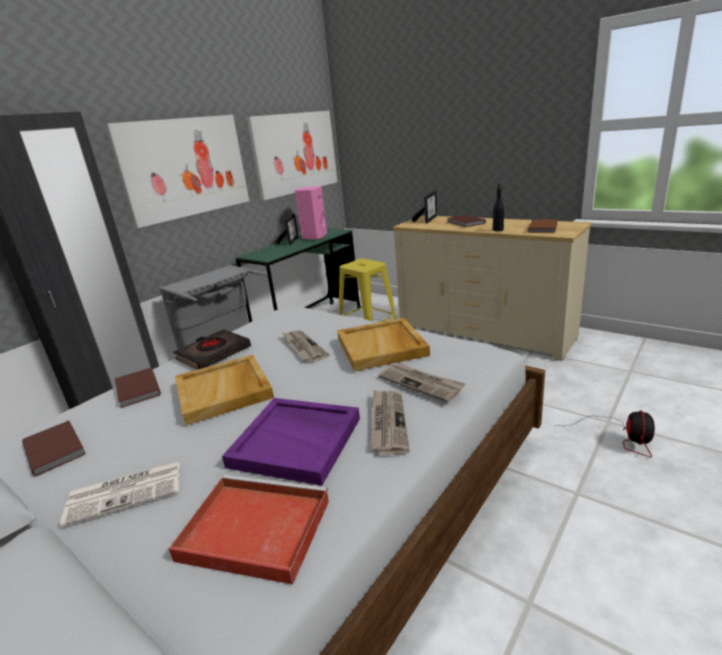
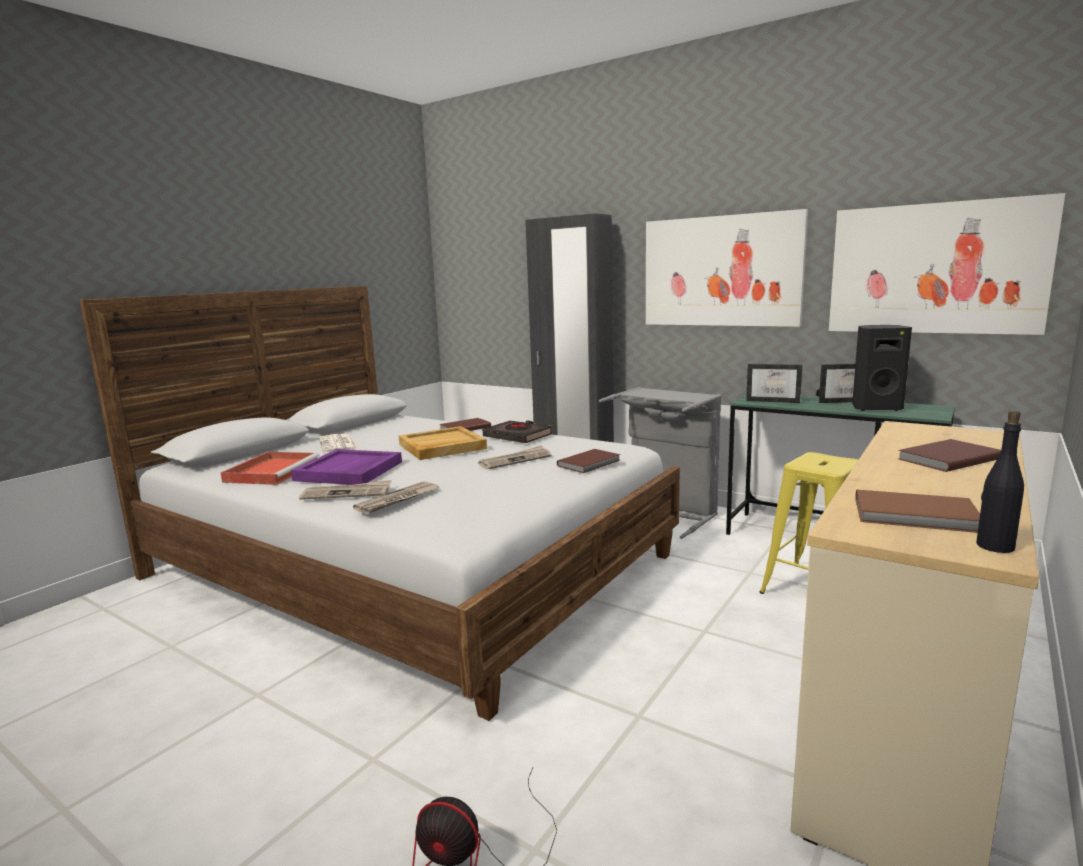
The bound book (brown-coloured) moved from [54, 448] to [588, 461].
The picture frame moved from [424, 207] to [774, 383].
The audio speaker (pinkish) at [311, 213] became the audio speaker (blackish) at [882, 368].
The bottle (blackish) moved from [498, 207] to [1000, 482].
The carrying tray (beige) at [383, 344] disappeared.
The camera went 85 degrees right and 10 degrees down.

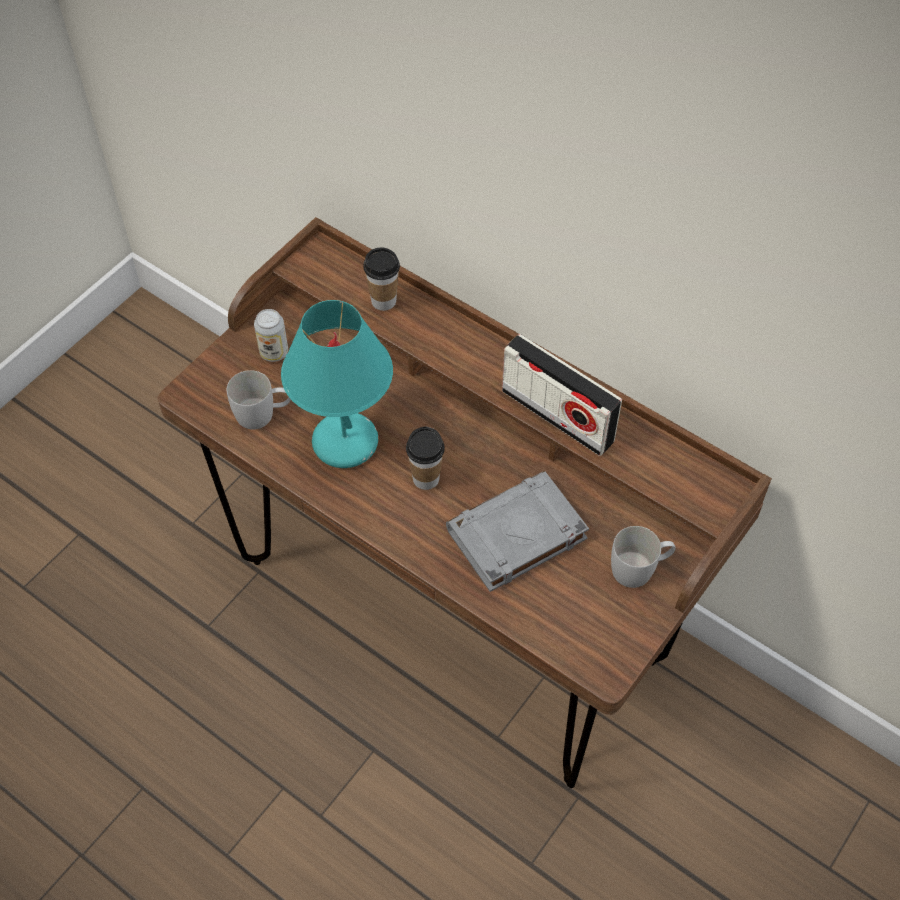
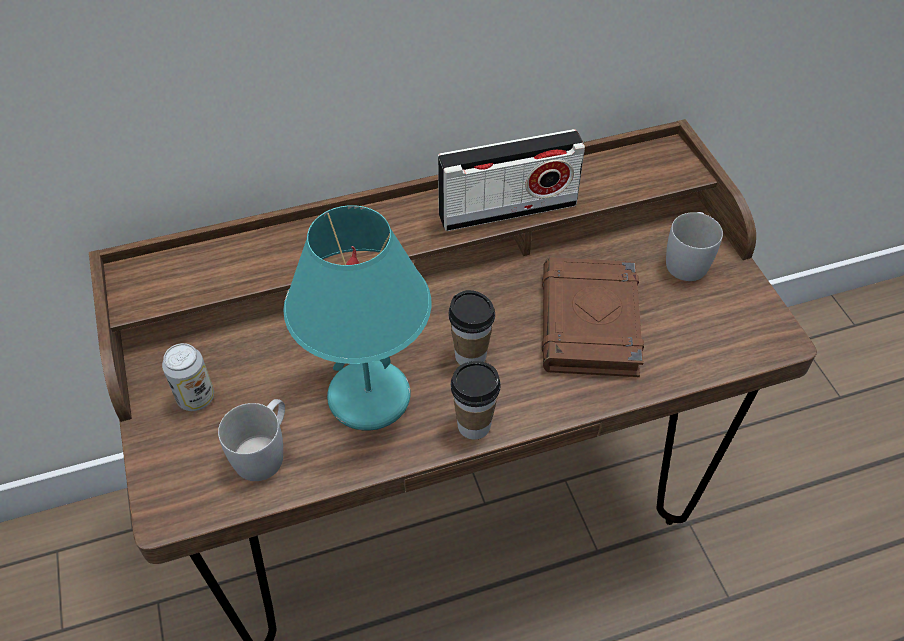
The cup moved from [381, 279] to [476, 400].
The bound book (gray) at [517, 531] became the bound book (brown-coloured) at [593, 317].
The camera went 55 degrees left and 5 degrees down.

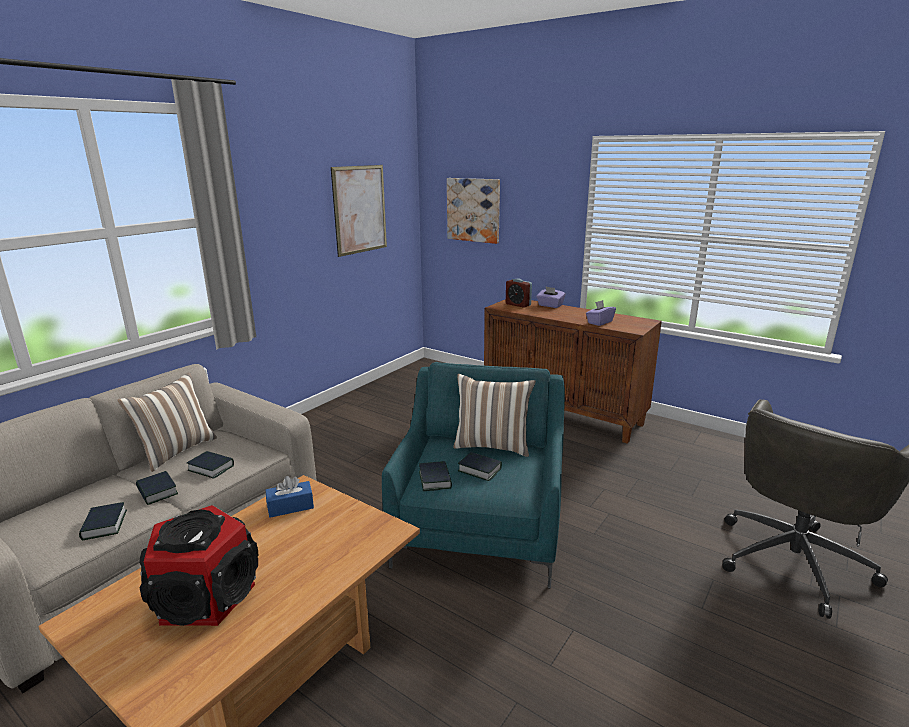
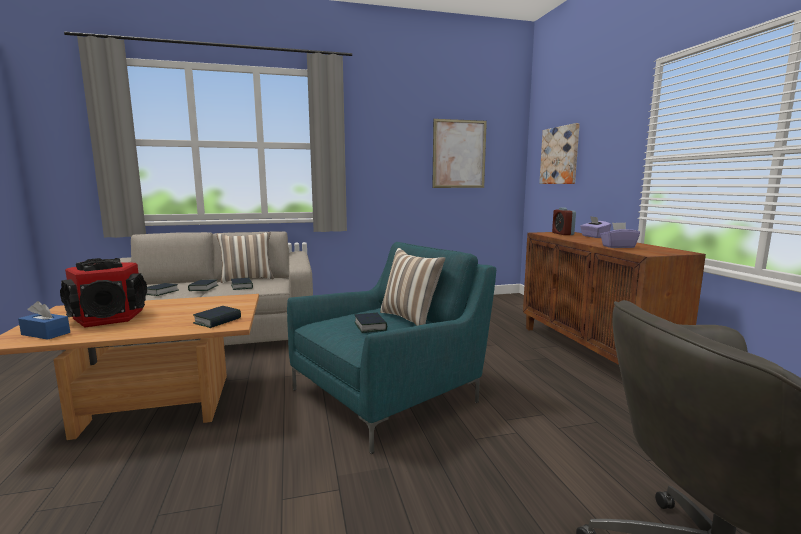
The tissue box (bluish) moved from [290, 497] to [44, 320].
The bound book moved from [435, 476] to [217, 317].
The camera went 40 degrees right and 10 degrees down.

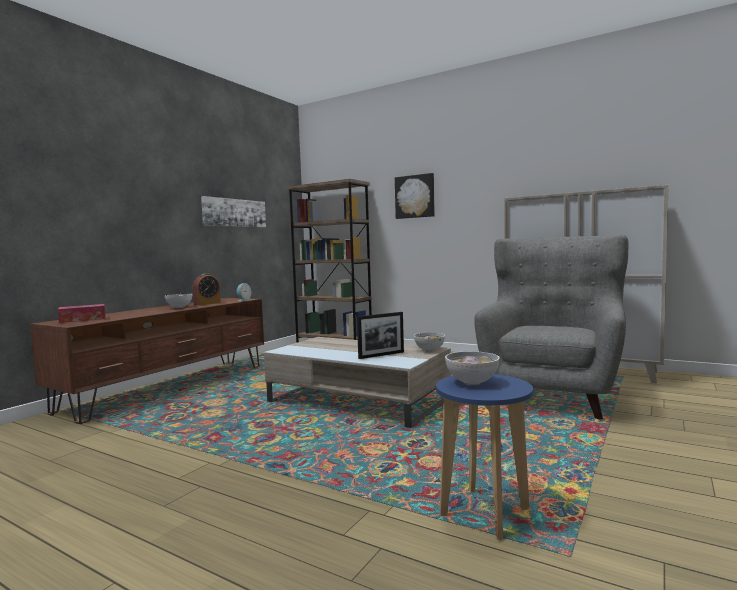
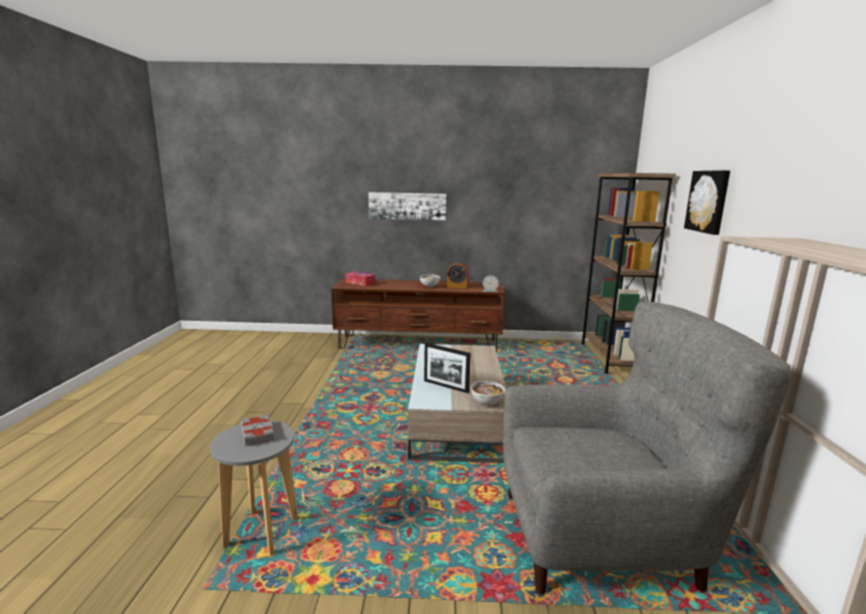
The sitting stool (bluish) at [484, 457] became the sitting stool (gray) at [254, 488].
The deep dish at [472, 368] was replaced by the bound book (gray) at [257, 430].
The wall art moved from [233, 211] to [407, 206].
The camera went 60 degrees right and 10 degrees up.

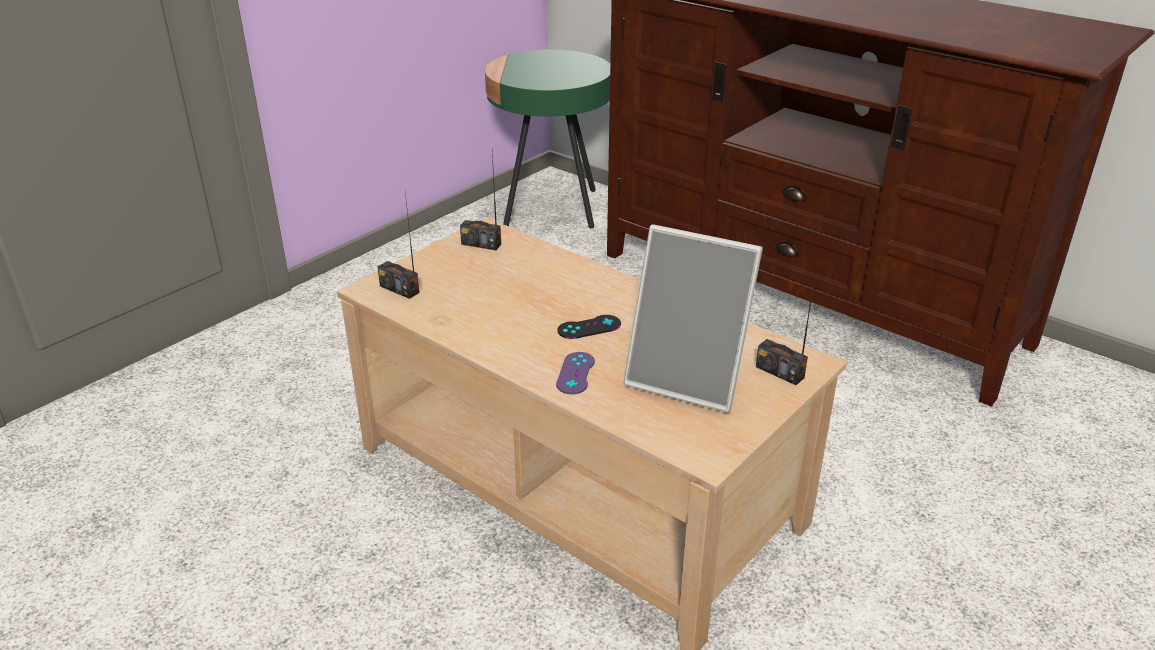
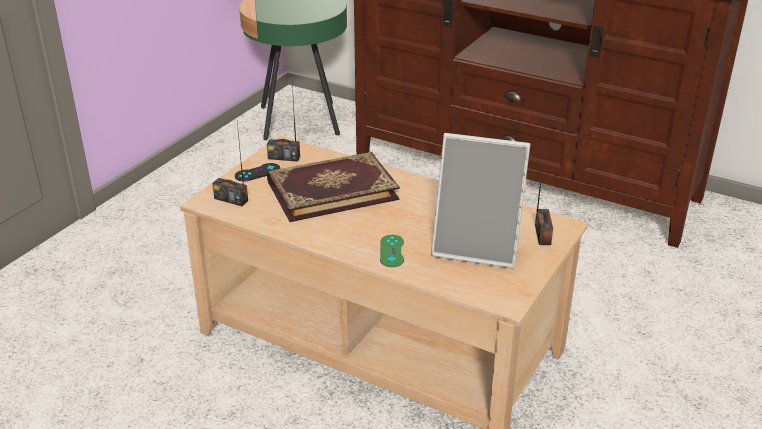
The gamepad (blackish) moved from [589, 327] to [257, 172].
The bound book at [333, 187] appeared.
The gamepad (purplish) at [575, 373] became the gamepad (greenish) at [392, 251].
The radio receiver at [786, 326] turned 120 degrees counterclockwise.
The camera went 10 degrees left and 0 degrees up.

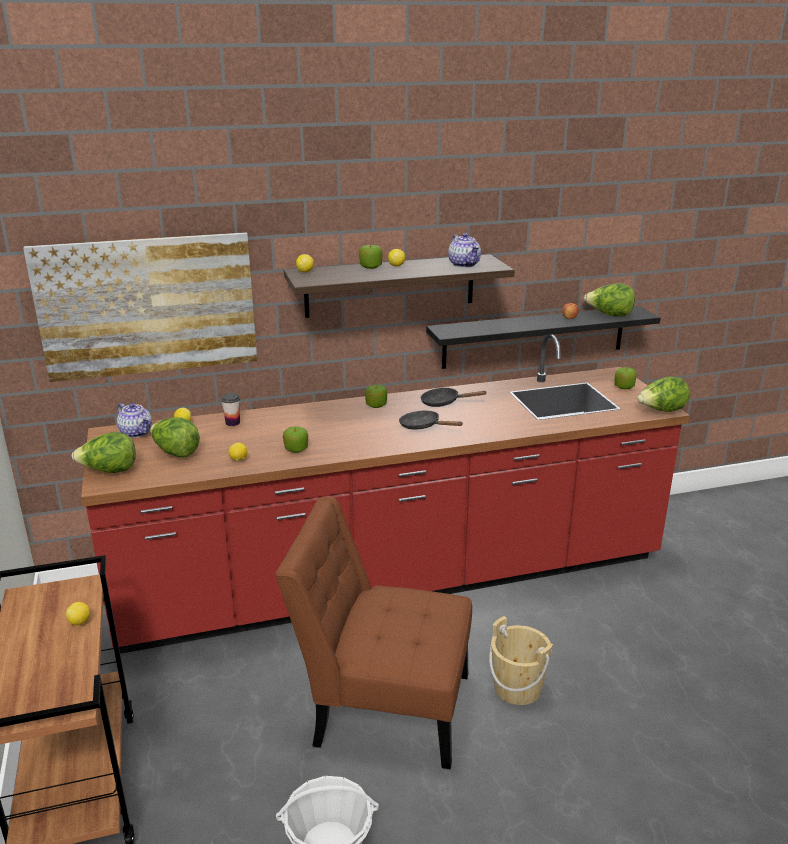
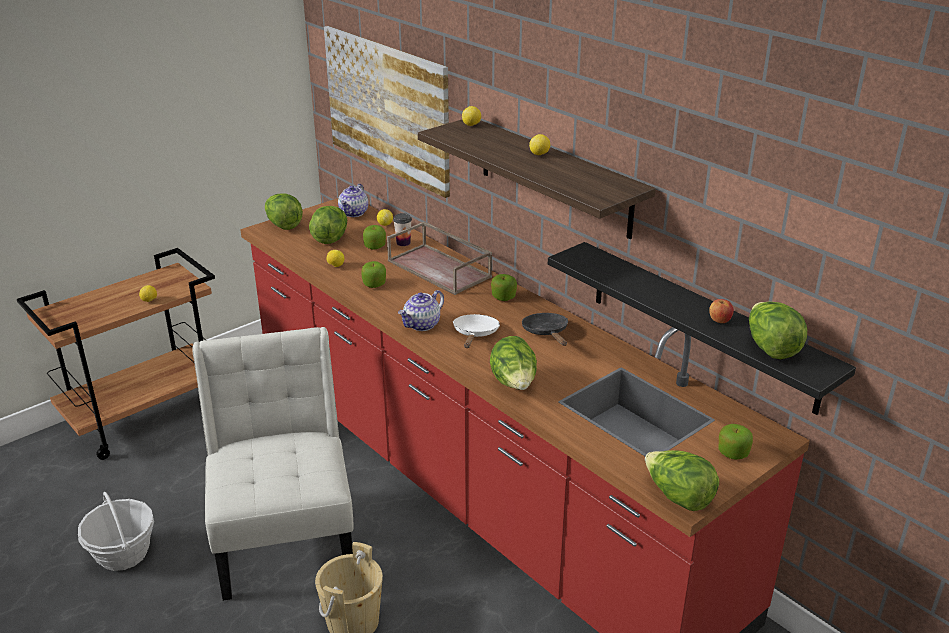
The upright chair (brown-coloured) at [373, 633] became the upright chair (white-coloured) at [273, 464].
The apple moved from [370, 256] to [374, 237].
The carrying tray (brown-coloured) at [439, 258] appeared.
The tea pot moved from [464, 250] to [421, 310].
The skillet (blackish) at [431, 420] became the skillet (white-coloured) at [476, 331].
The lettuce head at [513, 363] appeared.
The camera went 65 degrees right and 5 degrees up.

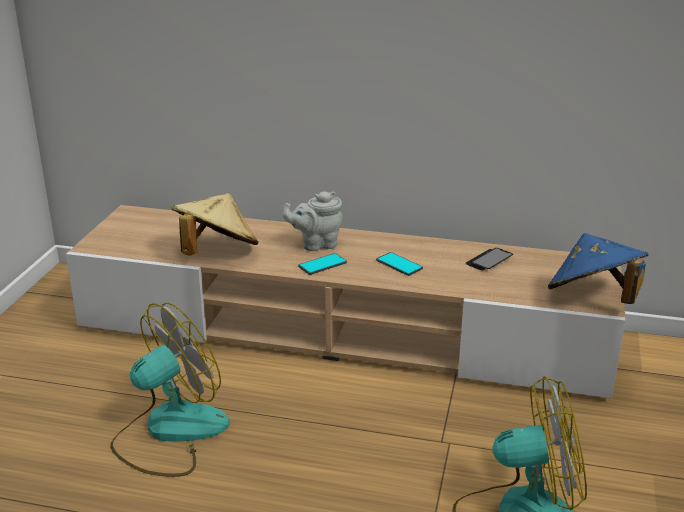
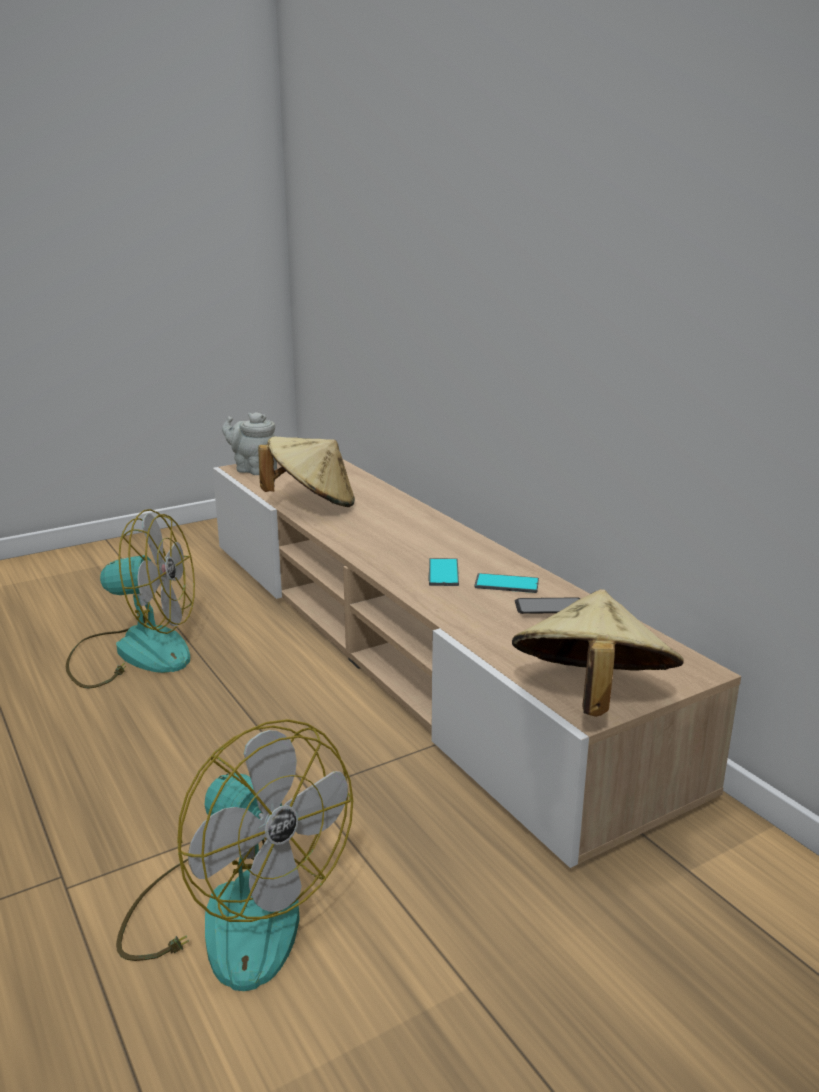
The tea pot (gray) moved from [313, 221] to [249, 443].
The handset moved from [322, 264] to [506, 583].
The wearable hat (bluish) at [598, 268] became the wearable hat (beige) at [598, 653].
The camera went 45 degrees right and 5 degrees down.

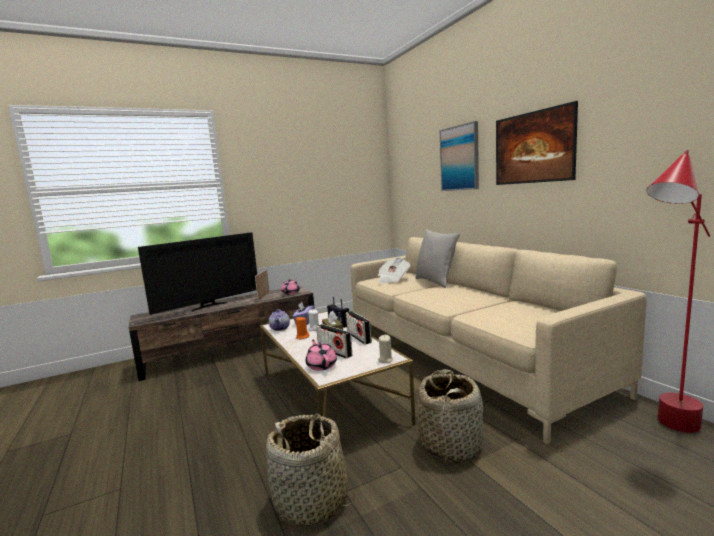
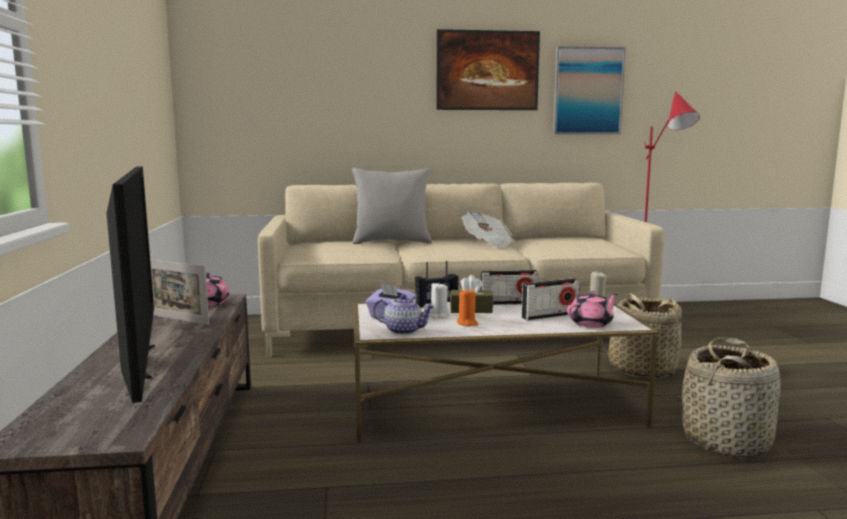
The daily paper moved from [393, 271] to [488, 229].
The wall art moved from [459, 156] to [589, 90].
The tea pot (pinkish) at [321, 355] turned 150 degrees clockwise.
The camera went 70 degrees left and 0 degrees up.

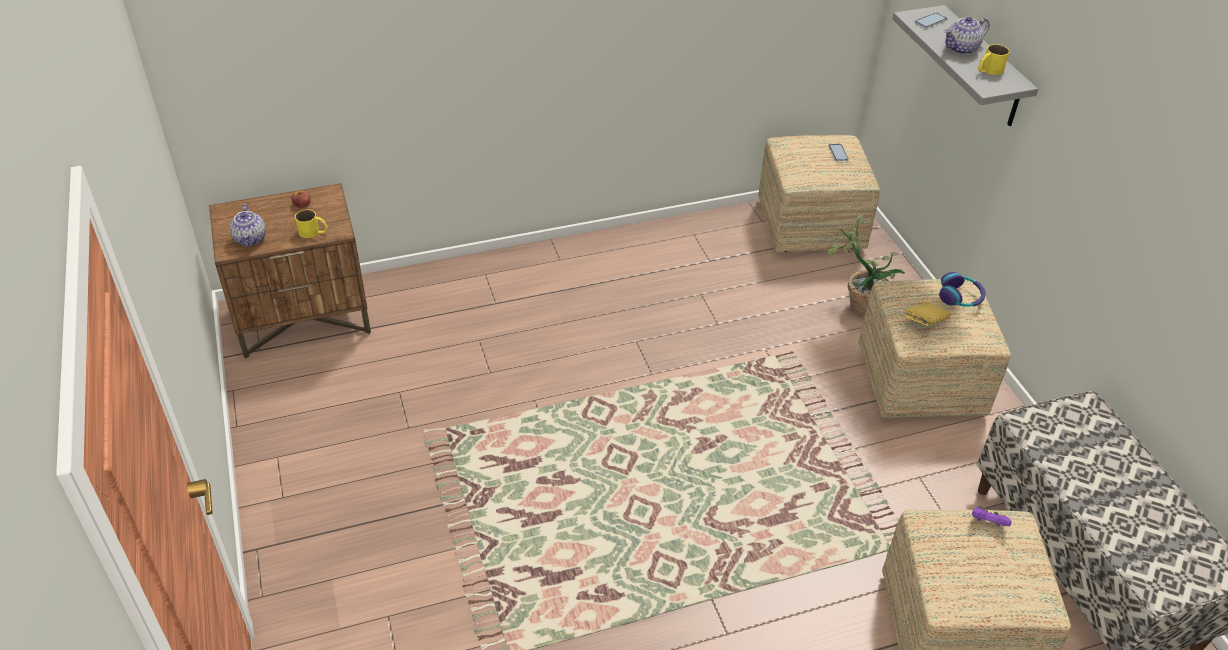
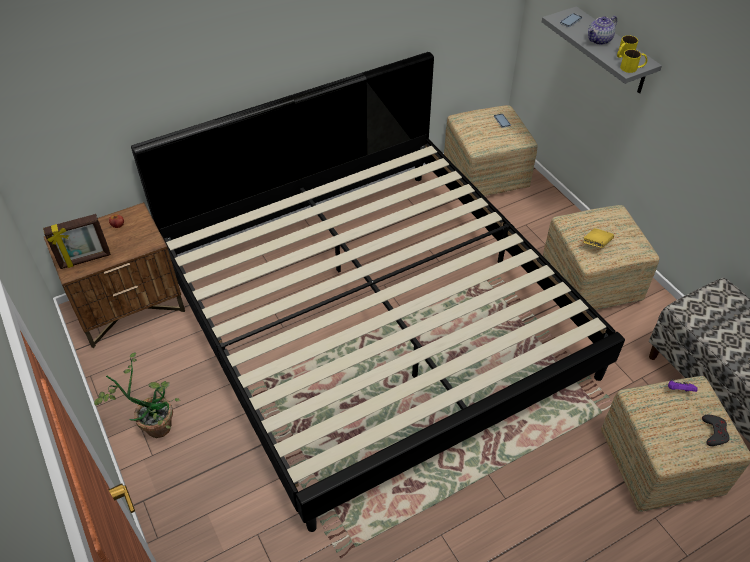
The tea pot at [248, 225] was replaced by the picture frame at [77, 241].
The potted plant moved from [866, 266] to [137, 395].
The bedroom bed at [378, 292] appeared.
The coffee mug (yellowish) moved from [311, 223] to [633, 61].
The gamepad (gray) at [716, 430] appeared.
The headset at [962, 289] disappeared.
The camera went 10 degrees left and 5 degrees up.

